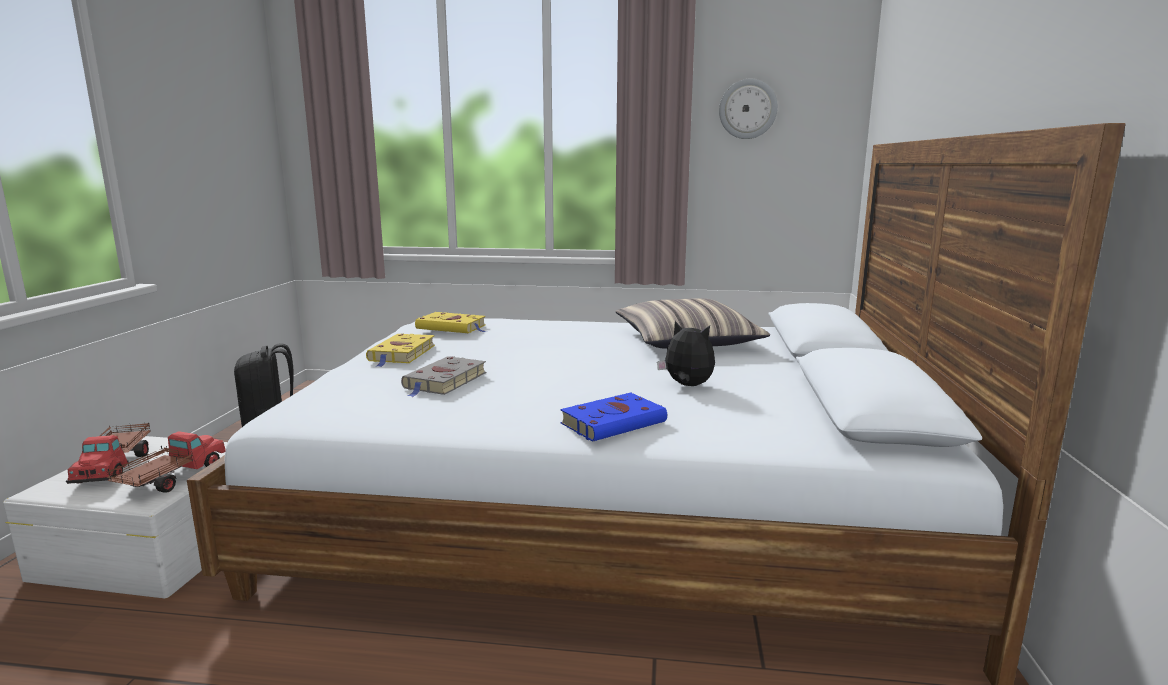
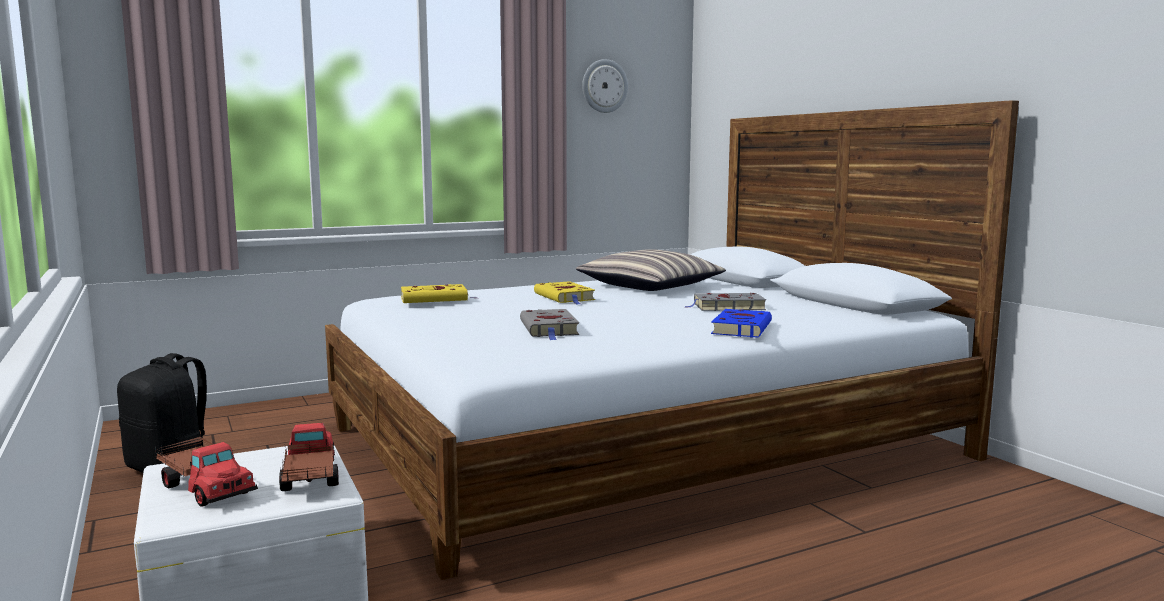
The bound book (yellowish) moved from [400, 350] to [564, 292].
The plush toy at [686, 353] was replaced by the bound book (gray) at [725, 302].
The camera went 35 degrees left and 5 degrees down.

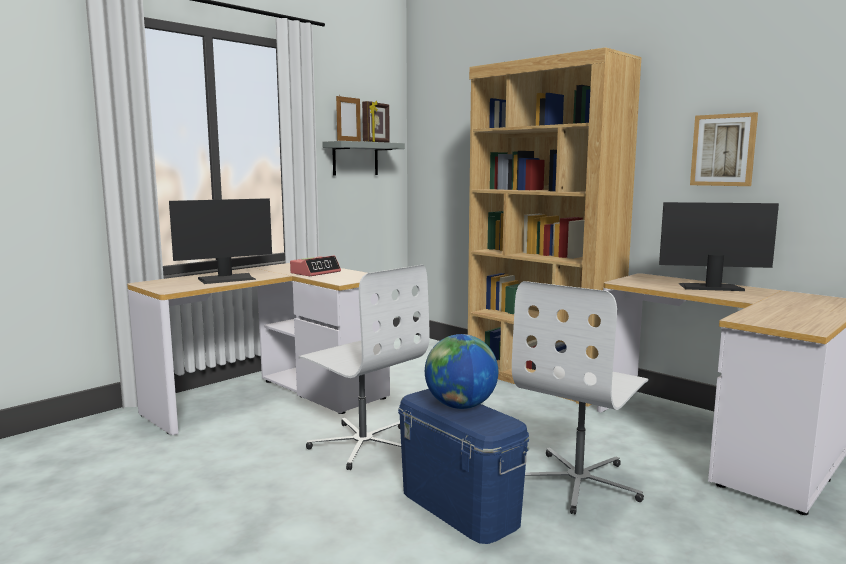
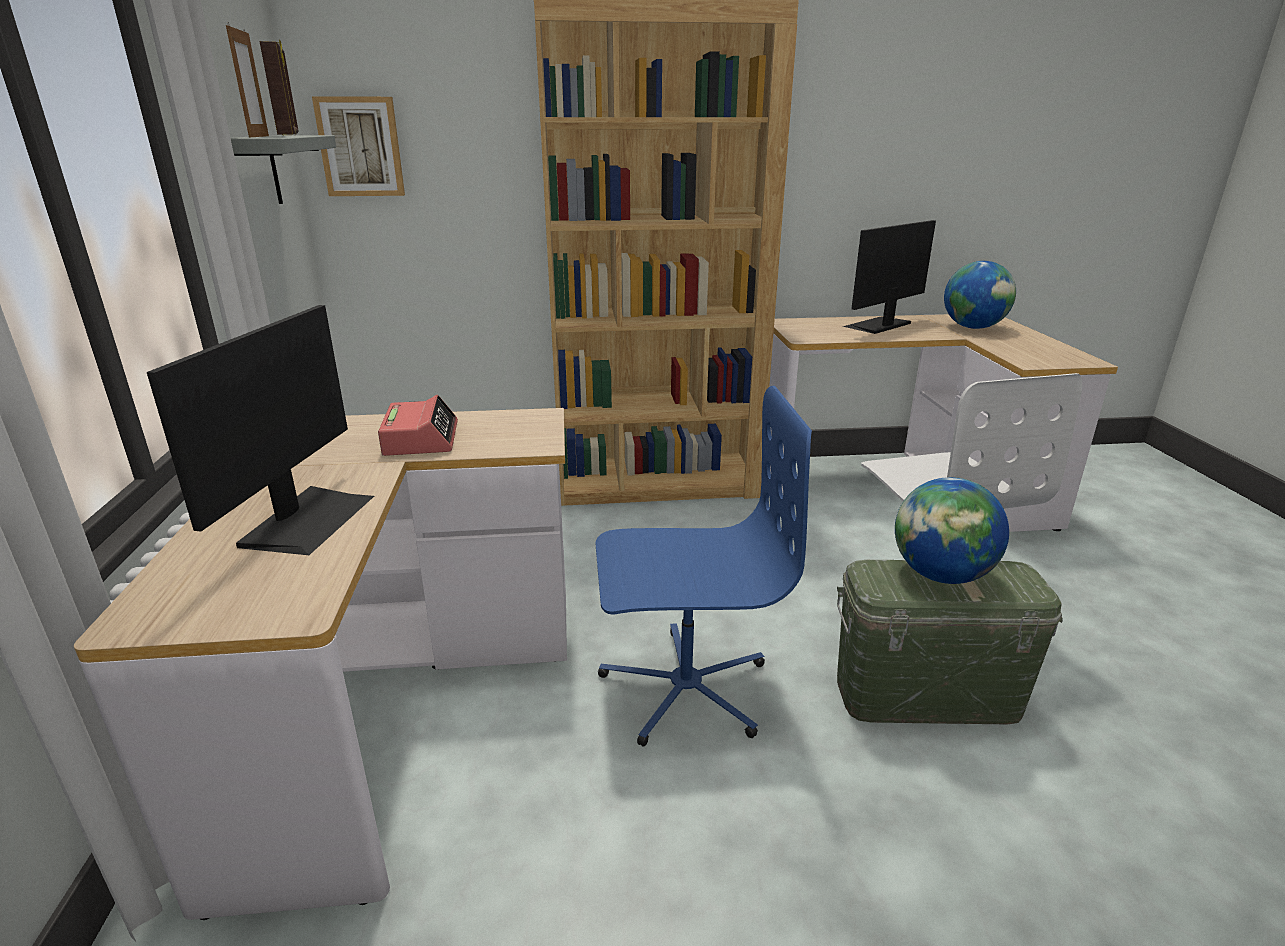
The wall art moved from [724, 149] to [358, 146].
The computer chair (white-coloured) at [364, 367] became the computer chair (bluish) at [704, 566].
The storage box (bluish) at [463, 466] became the storage box (greenish) at [950, 642].
The world globe at [980, 295] appeared.
The camera went 50 degrees left and 15 degrees up.

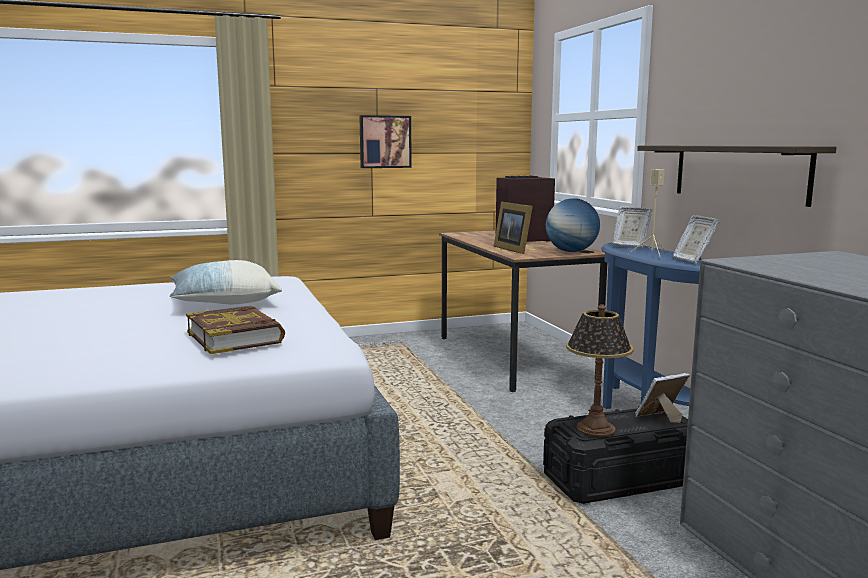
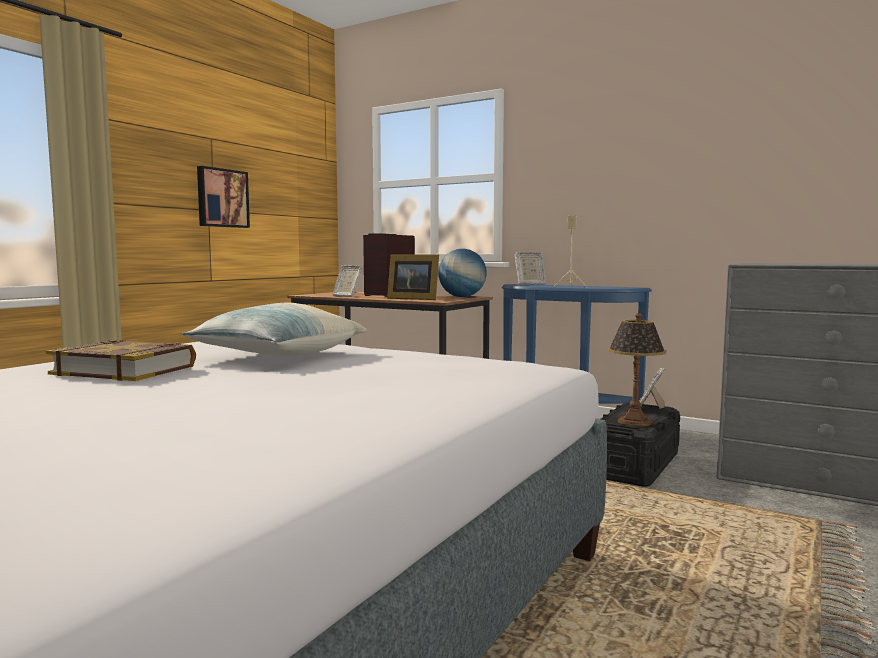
The bound book moved from [235, 330] to [121, 360].
The picture frame moved from [696, 239] to [348, 281].
The wall shelf at [737, 176] disappeared.
The camera went 40 degrees left and 5 degrees down.

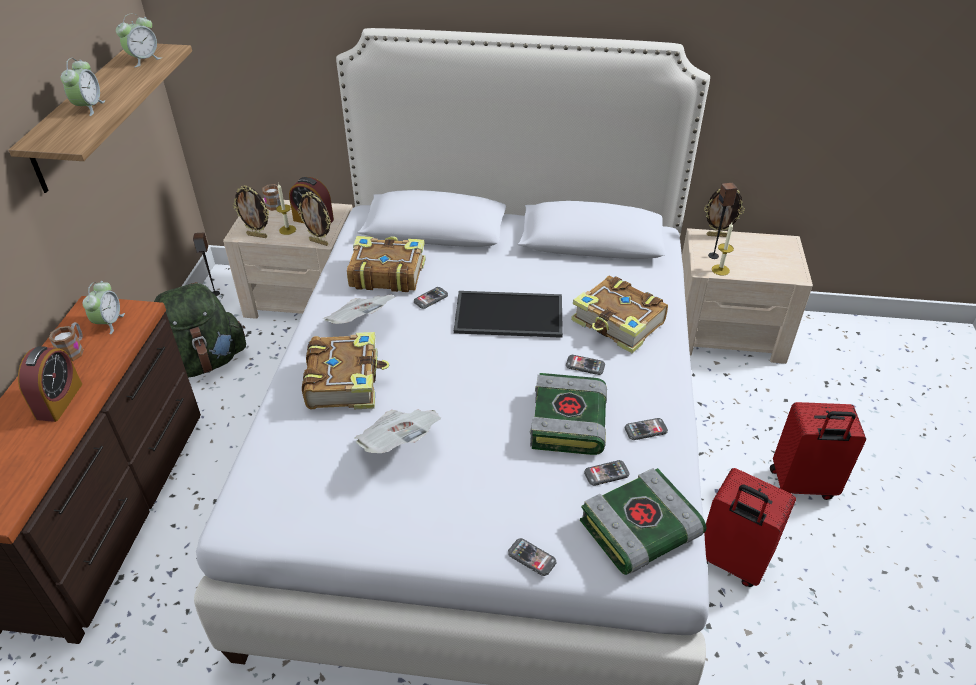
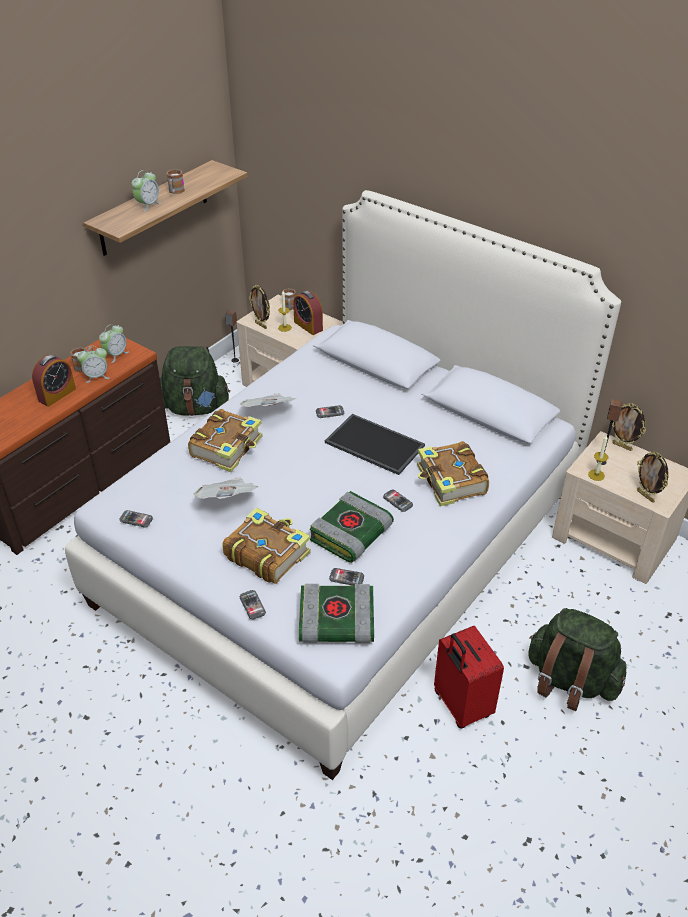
The table clock moved from [139, 40] to [93, 364].
The handset moved from [646, 429] to [136, 519].
The coffee mug at [175, 181] appeared.
The bound book moved from [386, 264] to [266, 545].
The travel case (red) at [818, 451] was replaced by the rucksack (greenish) at [577, 659].
The picture frame moved from [314, 219] to [652, 477].
The camera went 30 degrees right and 0 degrees up.

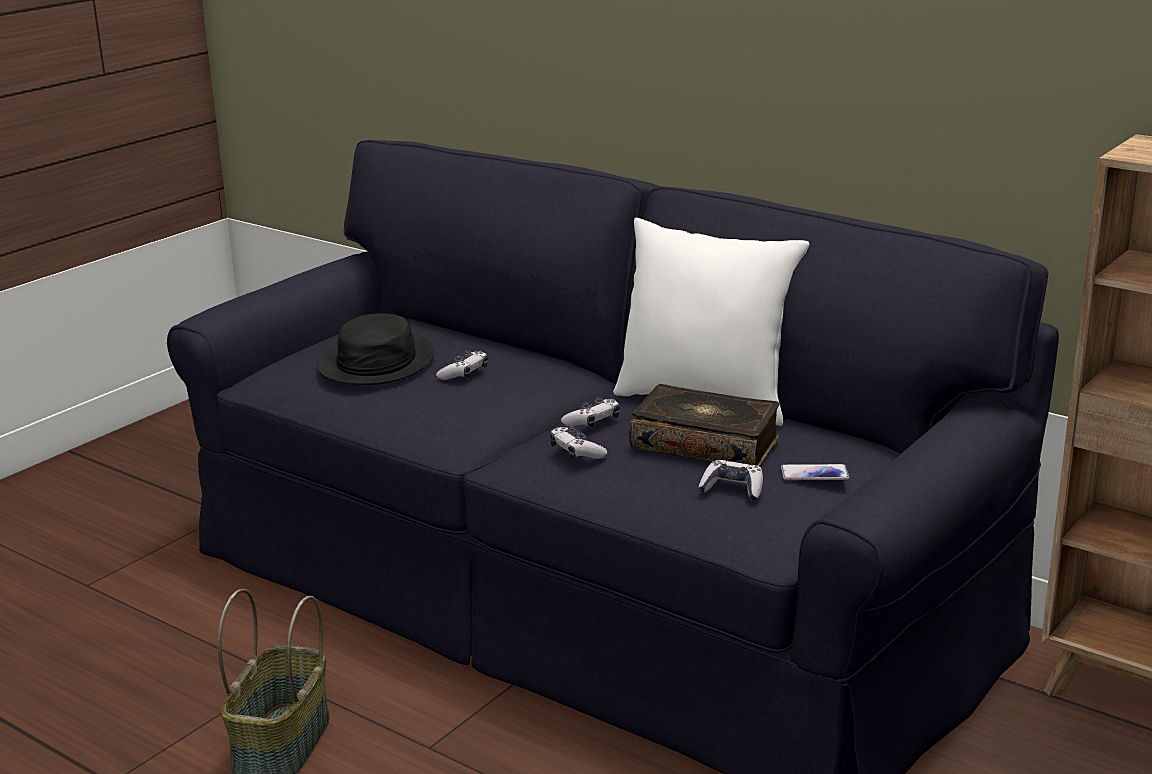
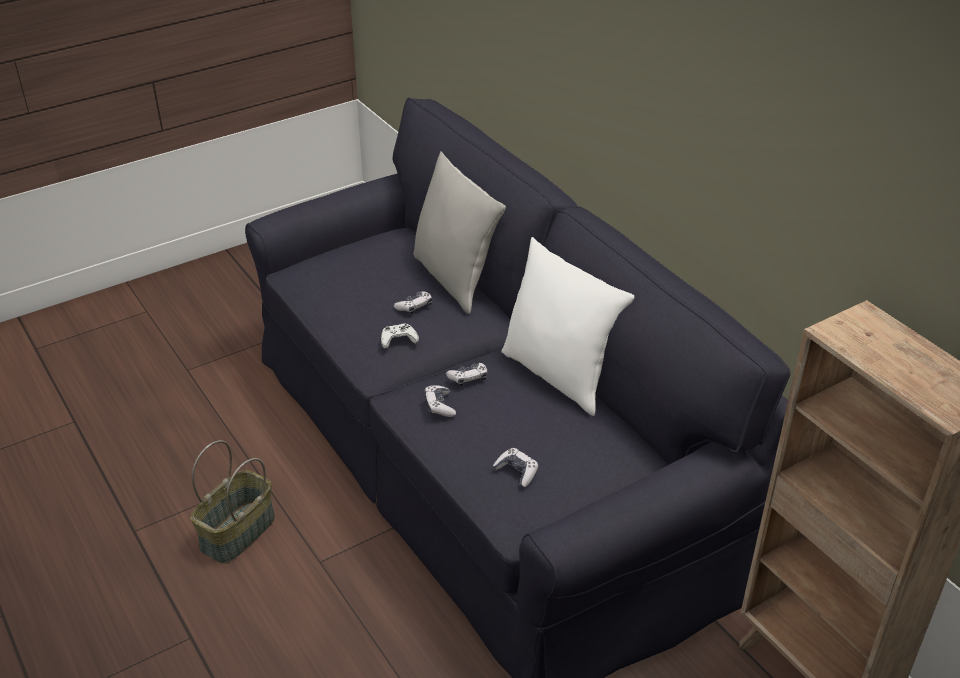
The gamepad (white-coloured) at [400, 336] appeared.
The cushion (gray) at [459, 232] appeared.
The wearable hat (blackish) at [376, 349] disappeared.
The bound book at [704, 425] disappeared.
The handset at [815, 472] disappeared.
The camera went 20 degrees right and 15 degrees up.

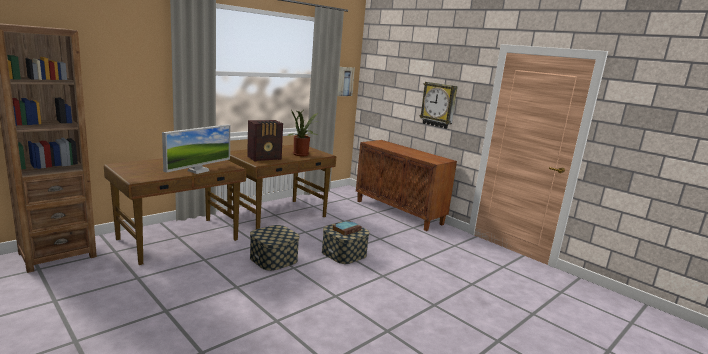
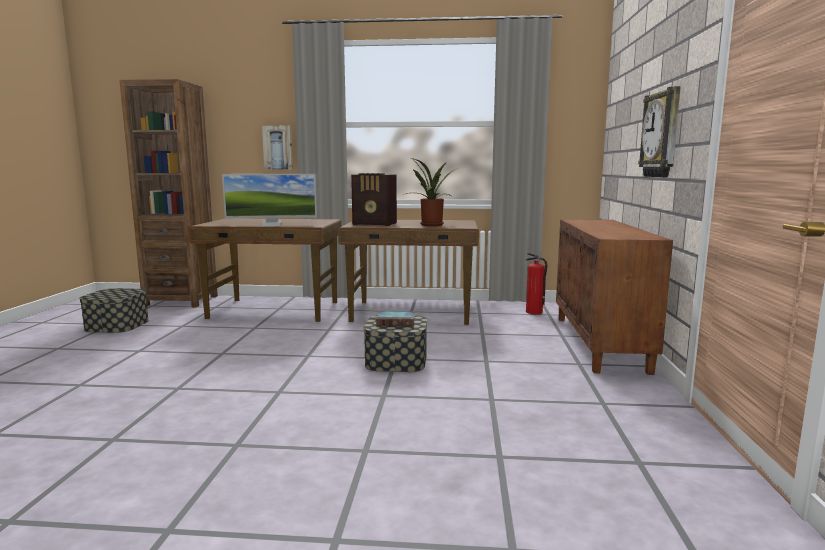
The storage box moved from [275, 248] to [114, 310].
The wall art moved from [346, 81] to [277, 148].
The fire extinguisher at [537, 283] appeared.
The camera went 50 degrees right and 5 degrees down.

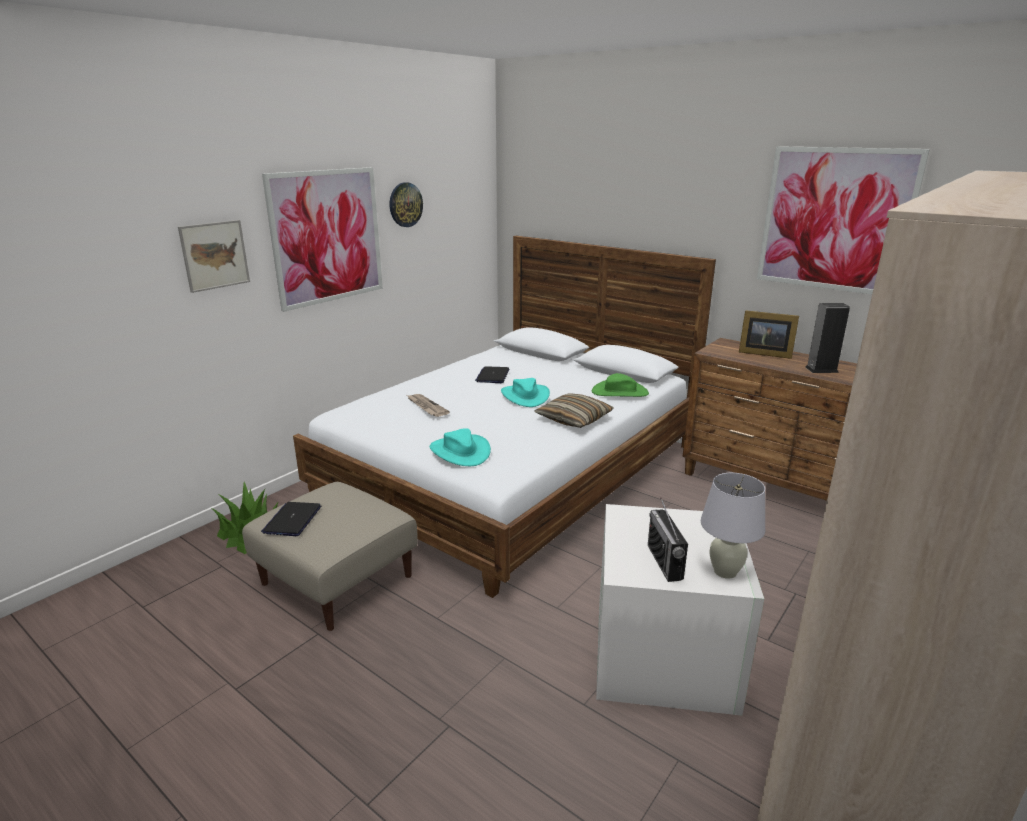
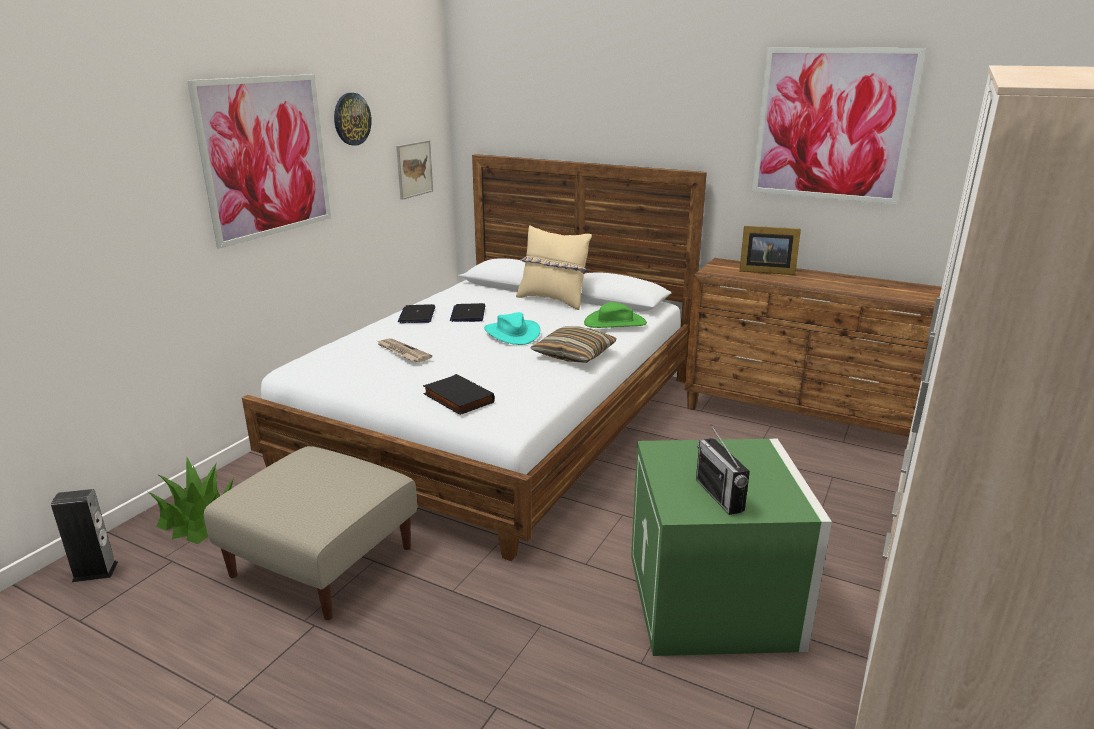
The audio speaker moved from [827, 338] to [84, 535].
The wall art moved from [214, 256] to [414, 170].
The laptop moved from [291, 519] to [416, 313].
The wearable hat (turquoise) at [460, 447] was replaced by the bound book (blackish) at [459, 394].
The cushion (beige) at [554, 267] appeared.
The storage box (white-coloured) at [680, 610] became the storage box (greenish) at [731, 547].
The table lamp (white-coloured) at [733, 526] disappeared.
The camera went 10 degrees left and 0 degrees up.

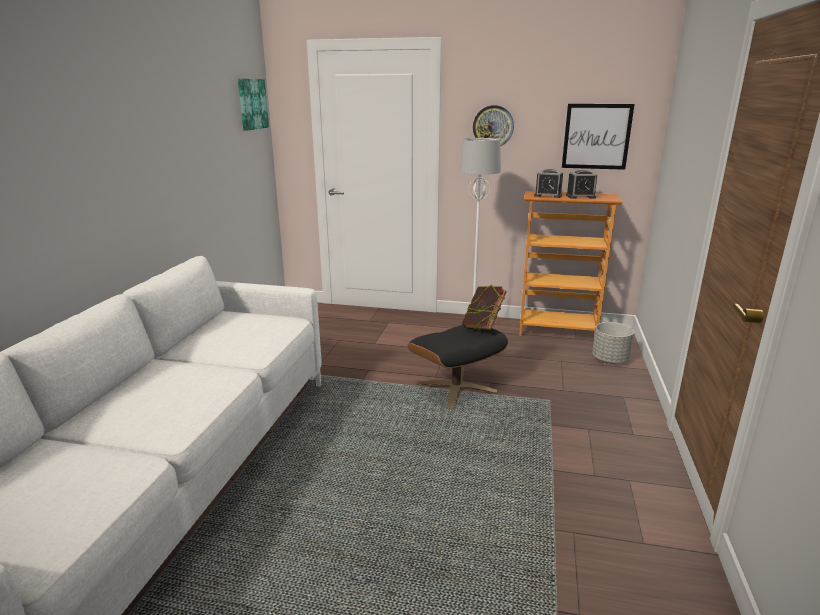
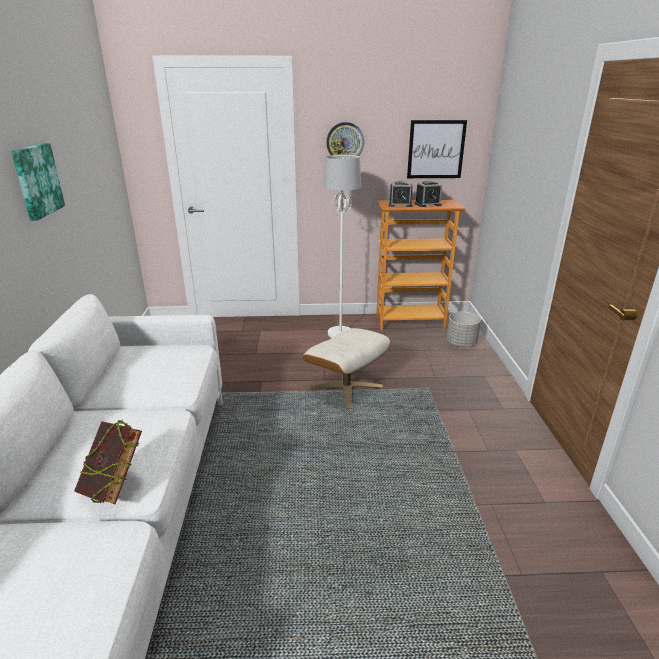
The wall art moved from [253, 104] to [38, 182].
The bound book moved from [484, 307] to [108, 462].
The footrest (blackish) at [457, 367] became the footrest (beige) at [346, 368].
The camera went 15 degrees left and 5 degrees up.

